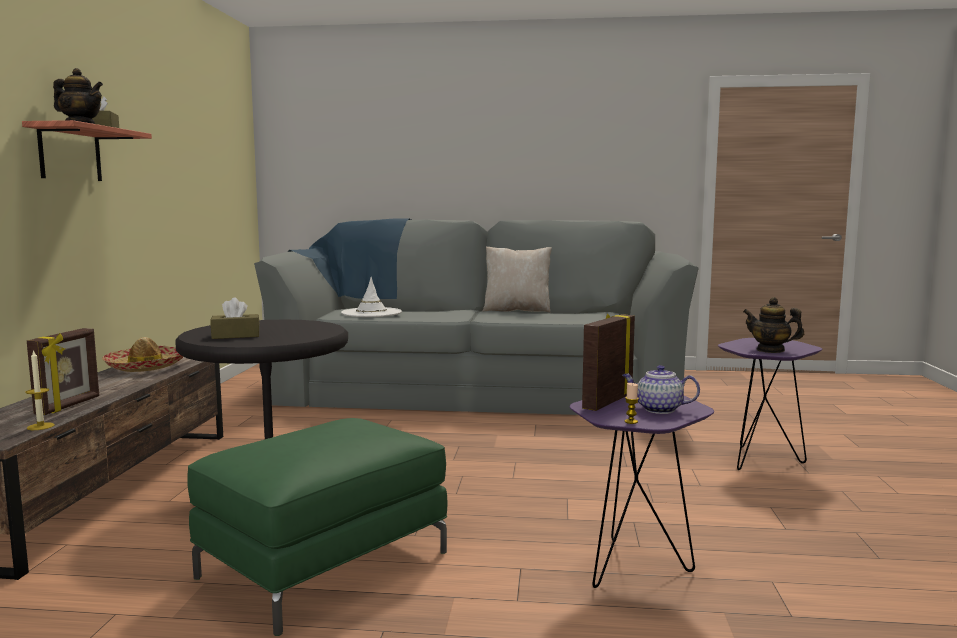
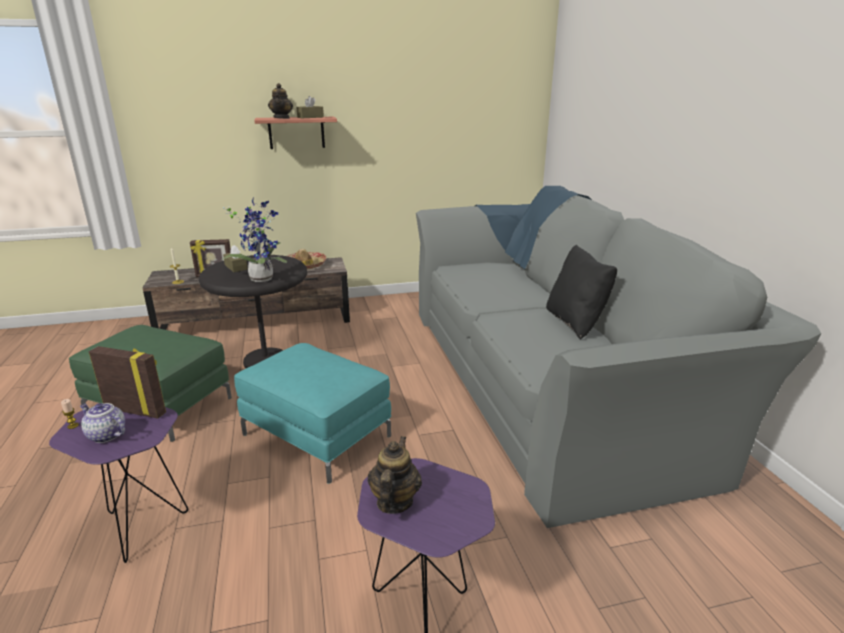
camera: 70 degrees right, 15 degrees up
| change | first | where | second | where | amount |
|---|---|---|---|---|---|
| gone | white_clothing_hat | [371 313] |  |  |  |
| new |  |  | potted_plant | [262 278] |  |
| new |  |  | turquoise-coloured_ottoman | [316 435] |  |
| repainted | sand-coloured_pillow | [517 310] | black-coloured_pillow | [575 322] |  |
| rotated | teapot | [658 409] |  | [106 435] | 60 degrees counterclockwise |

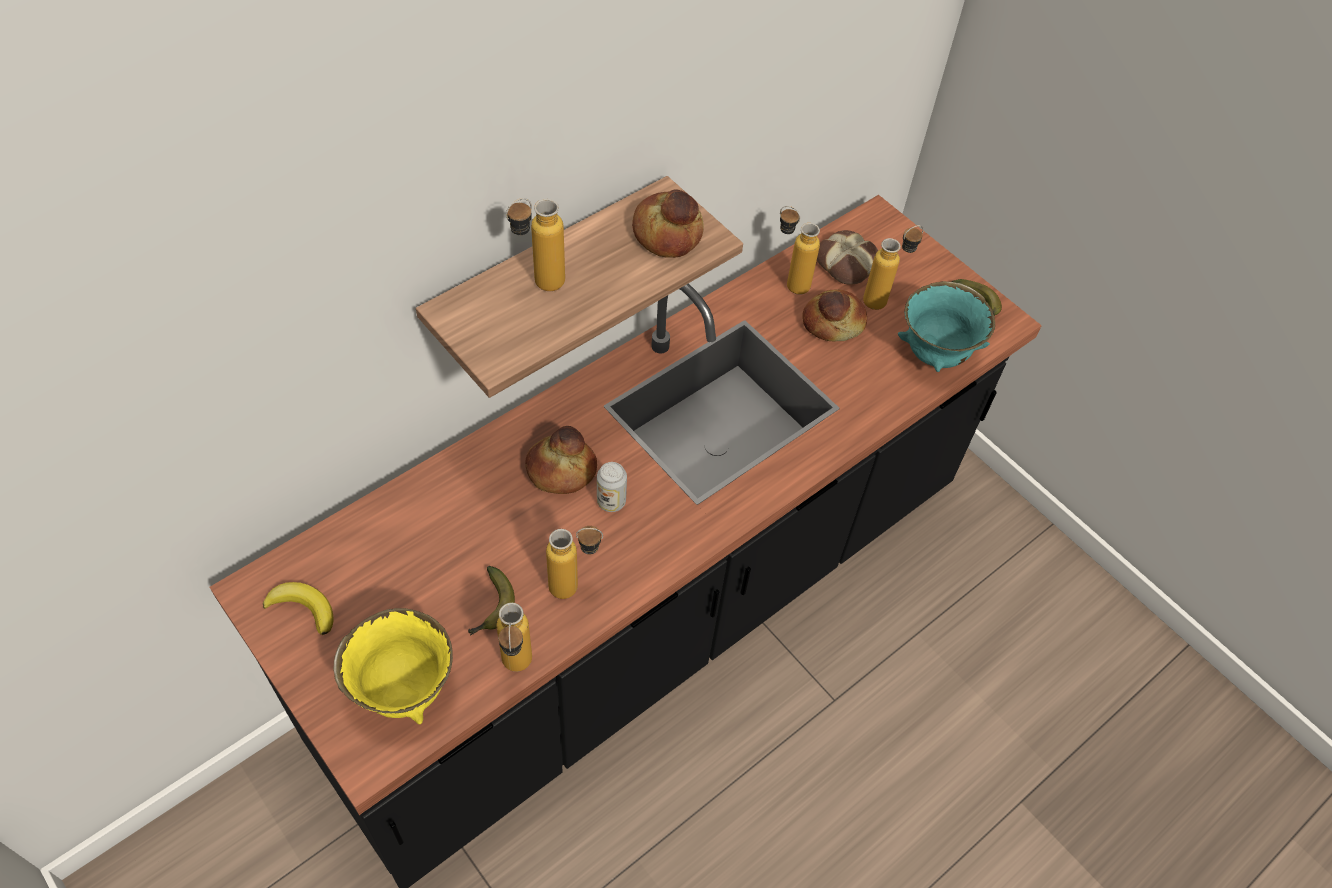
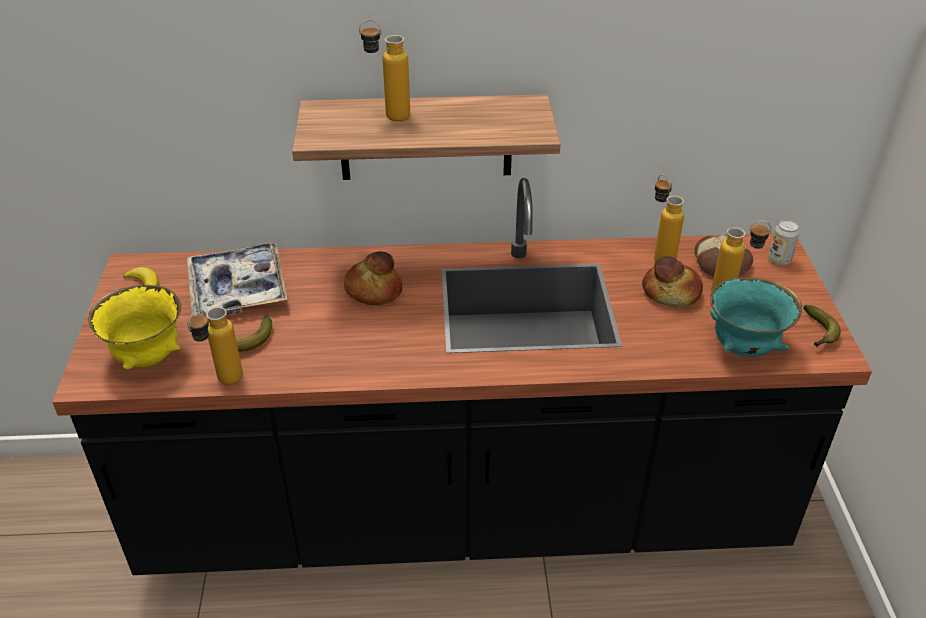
camera: 40 degrees right, 15 degrees down
| change | first | where | second | where | amount |
|---|---|---|---|---|---|
| gone | beverage_bottle | [575 587] |  |  |  |
| gone | bakery_bread | [668 233] |  |  |  |
| new |  |  | serving_tray | [238 288] |  |
| shifted | sealed_can | [611 501] |  | [779 260] |  |

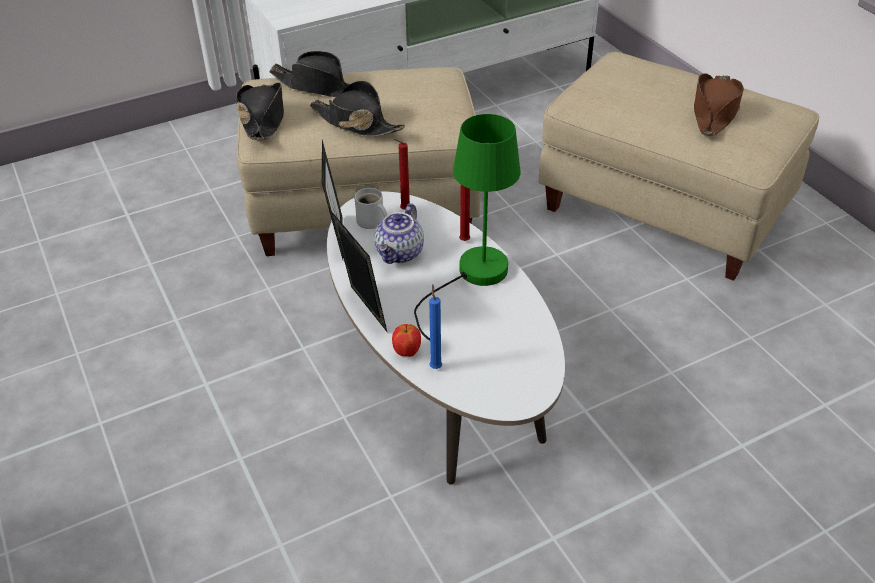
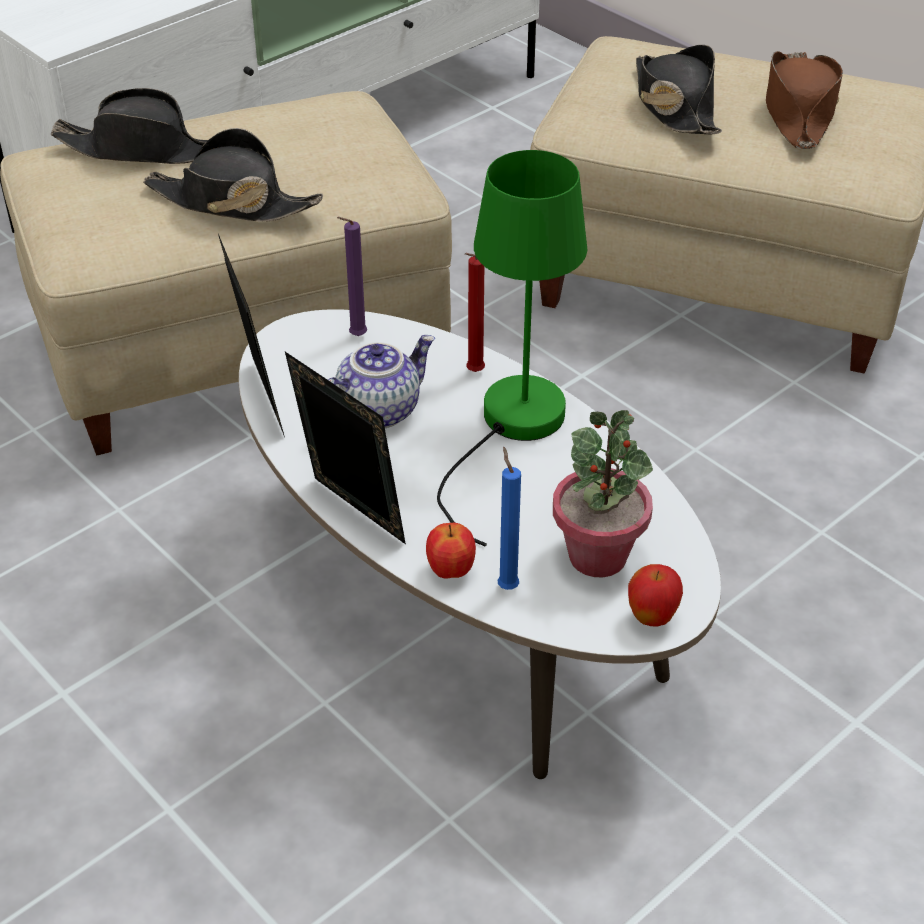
camera: 15 degrees left, 0 degrees up
| change | first | where | second | where | amount |
|---|---|---|---|---|---|
| gone | white_coffee_mug | [371 222] |  |  |  |
| new |  |  | potted_plant | [598 556] |  |
| new |  |  | apple_fruit | [651 618] |  |
| shifted | black-coloured_clothing_hat | [263 118] |  | [674 106] |  |
| repainted | red_wax_light | [403 210] | purplish_wax_light | [355 337] |  |
| rotated | teapot | [400 253] |  | [378 409] | 135 degrees counterclockwise |

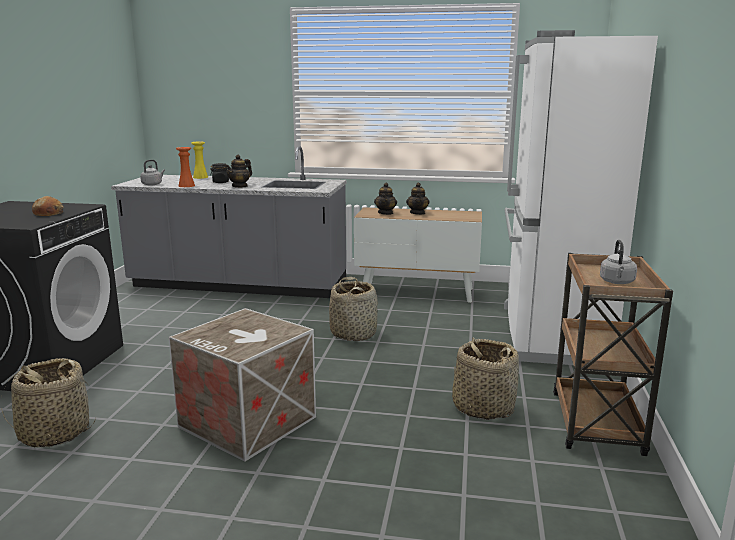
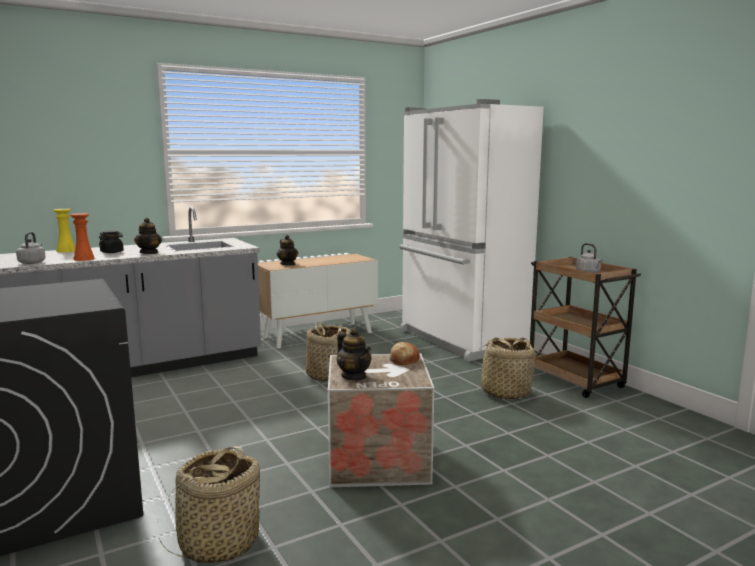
camera: 40 degrees left, 5 degrees down
| change | first | where | second | where | amount |
|---|---|---|---|---|---|
| shifted | bakery_bread | [49 213] |  | [404 360] |  |
| shifted | teapot | [417 213] |  | [354 376] |  |

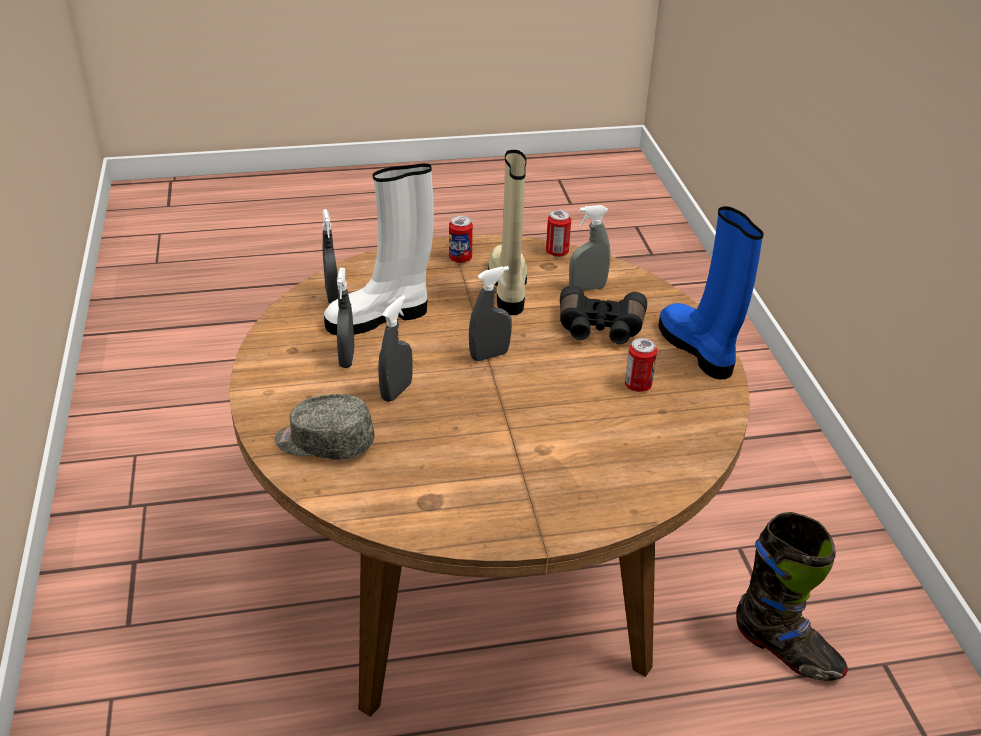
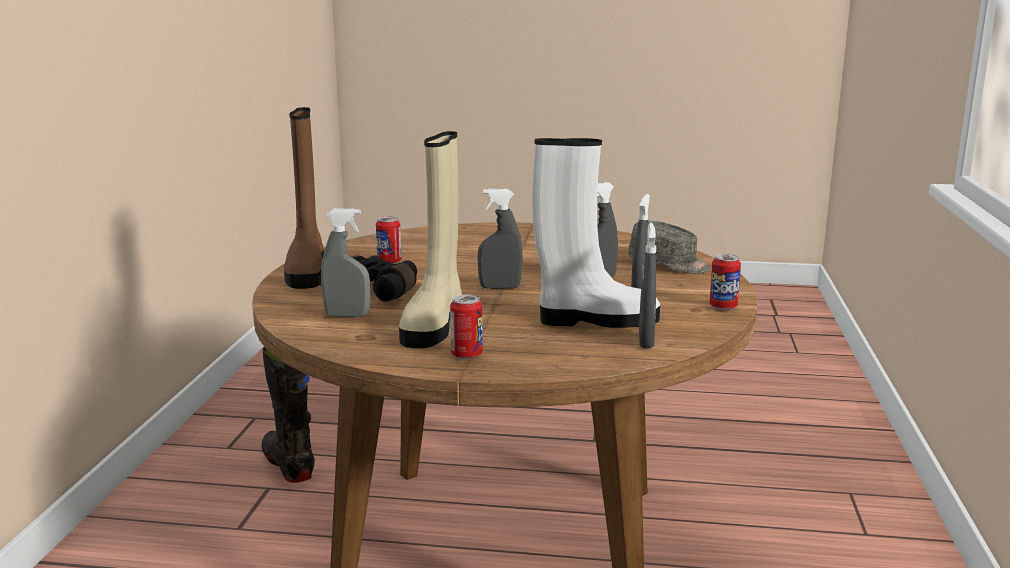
camera: 160 degrees left, 20 degrees down
| change | first | where | second | where | amount |
|---|---|---|---|---|---|
| shifted | sealed_can | [557 252] |  | [723 307] |  |
| repainted | blue-coloured_high-top_boot | [698 350] | brownish_high-top_boot | [307 271] |  |

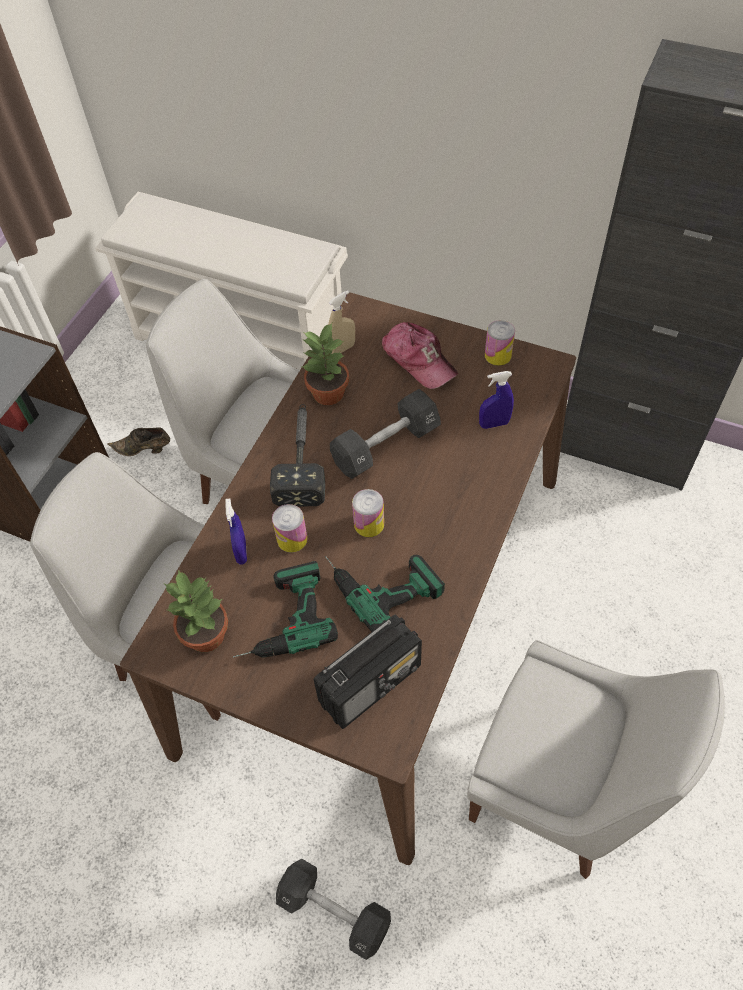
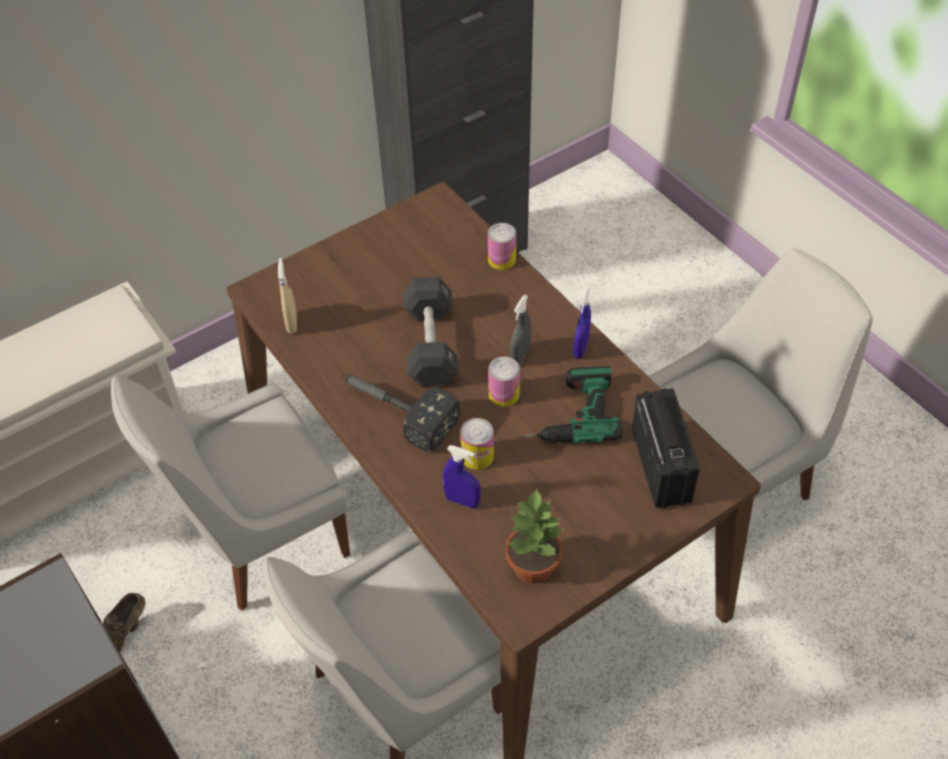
camera: 60 degrees left, 5 degrees down
| change | first | where | second | where | amount |
|---|---|---|---|---|---|
| gone | electric_drill | [279 618] |  |  |  |
| gone | black-coloured_dumbbell | [334 911] |  |  |  |
| gone | potted_plant | [327 393] |  |  |  |
| gone | peaked_cap | [418 360] |  |  |  |
| new |  |  | greyish_spray_bottle | [520 355] |  |
| shifted | blue-coloured_spray_bottle | [494 424] |  | [580 348] |  |
| shifted | sealed_can | [498 355] |  | [502 259] |  |

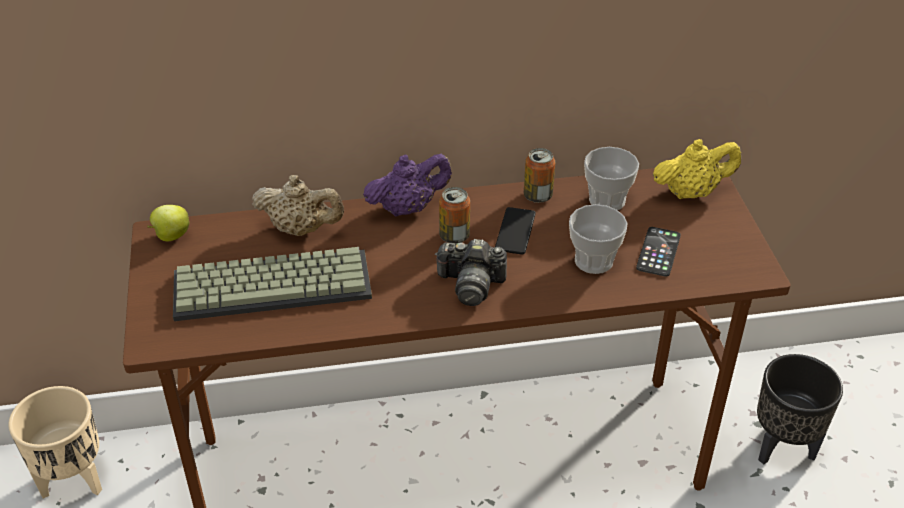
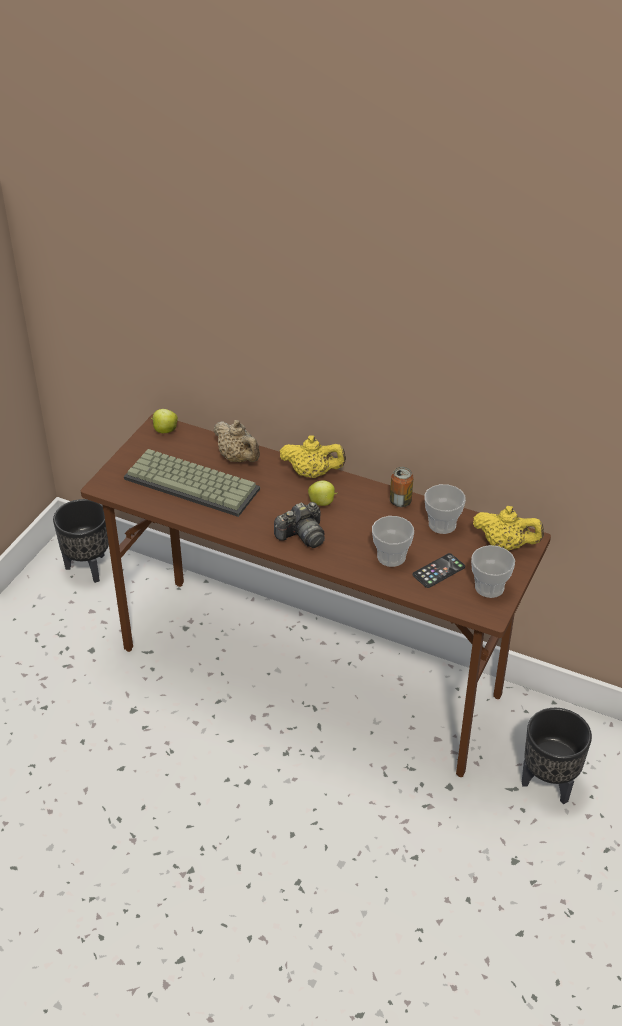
camera: 35 degrees right, 0 degrees up
| change | first | where | second | where | amount |
|---|---|---|---|---|---|
| gone | handset | [515 231] |  |  |  |
| new |  |  | small_cup | [489 587] |  |
| swapped | sealed_can | [454 236] | apple_fruit | [322 503] |  |
| repainted | sand-coloured_plant_pot | [74 480] | black-coloured_plant_pot | [89 567] |  |
| repainted | purplish_teapot | [408 208] | yellow-coloured_teapot | [312 473] |  |
| rotated | photo_camera | [471 284] |  | [302 536] | 75 degrees counterclockwise |

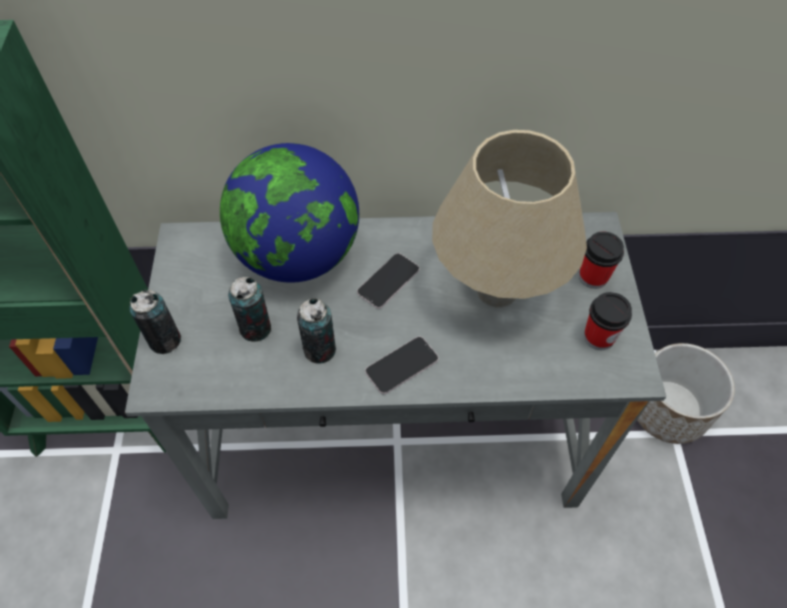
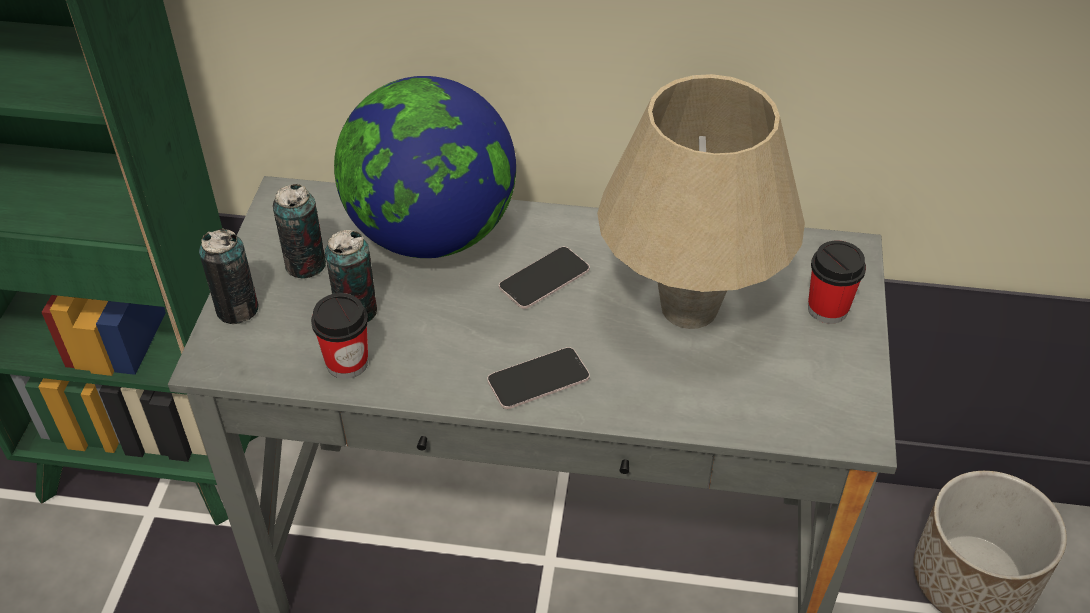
camera: 10 degrees right, 10 degrees down
| change | first | where | second | where | amount |
|---|---|---|---|---|---|
| shifted | sealed_can | [319 350] |  | [305 265] |  |
| shifted | small_cup | [599 337] |  | [347 363] |  |

